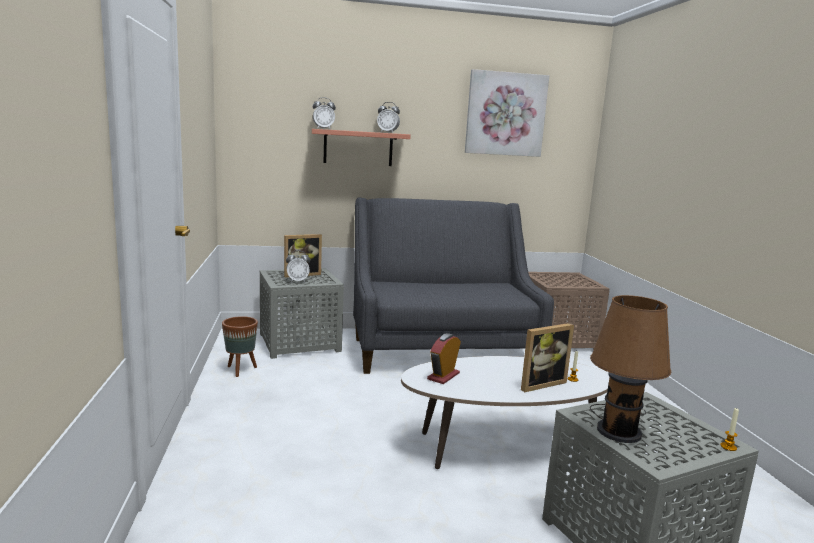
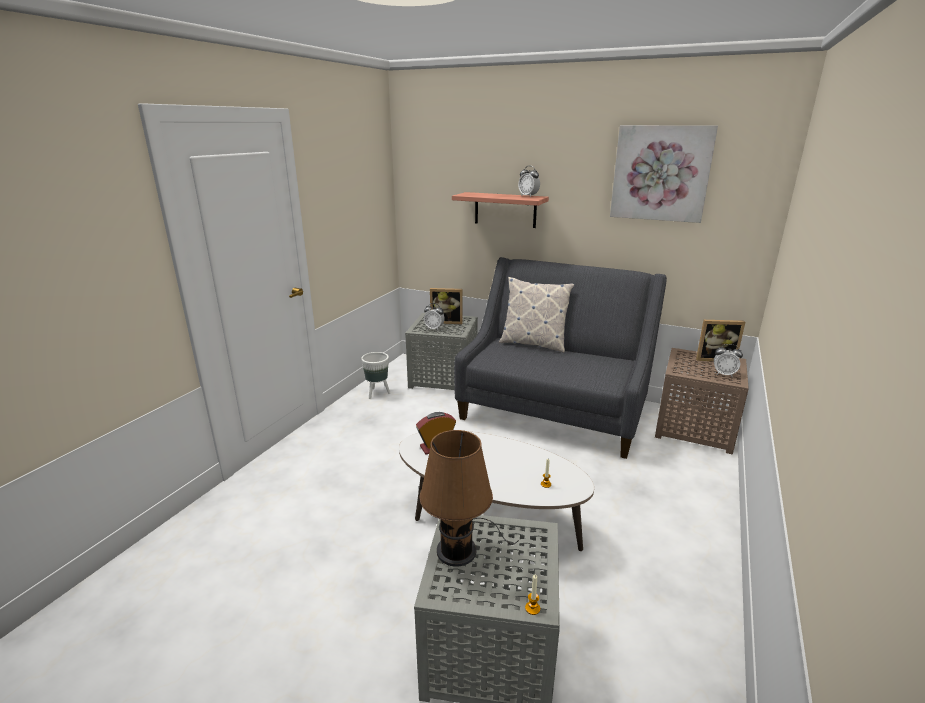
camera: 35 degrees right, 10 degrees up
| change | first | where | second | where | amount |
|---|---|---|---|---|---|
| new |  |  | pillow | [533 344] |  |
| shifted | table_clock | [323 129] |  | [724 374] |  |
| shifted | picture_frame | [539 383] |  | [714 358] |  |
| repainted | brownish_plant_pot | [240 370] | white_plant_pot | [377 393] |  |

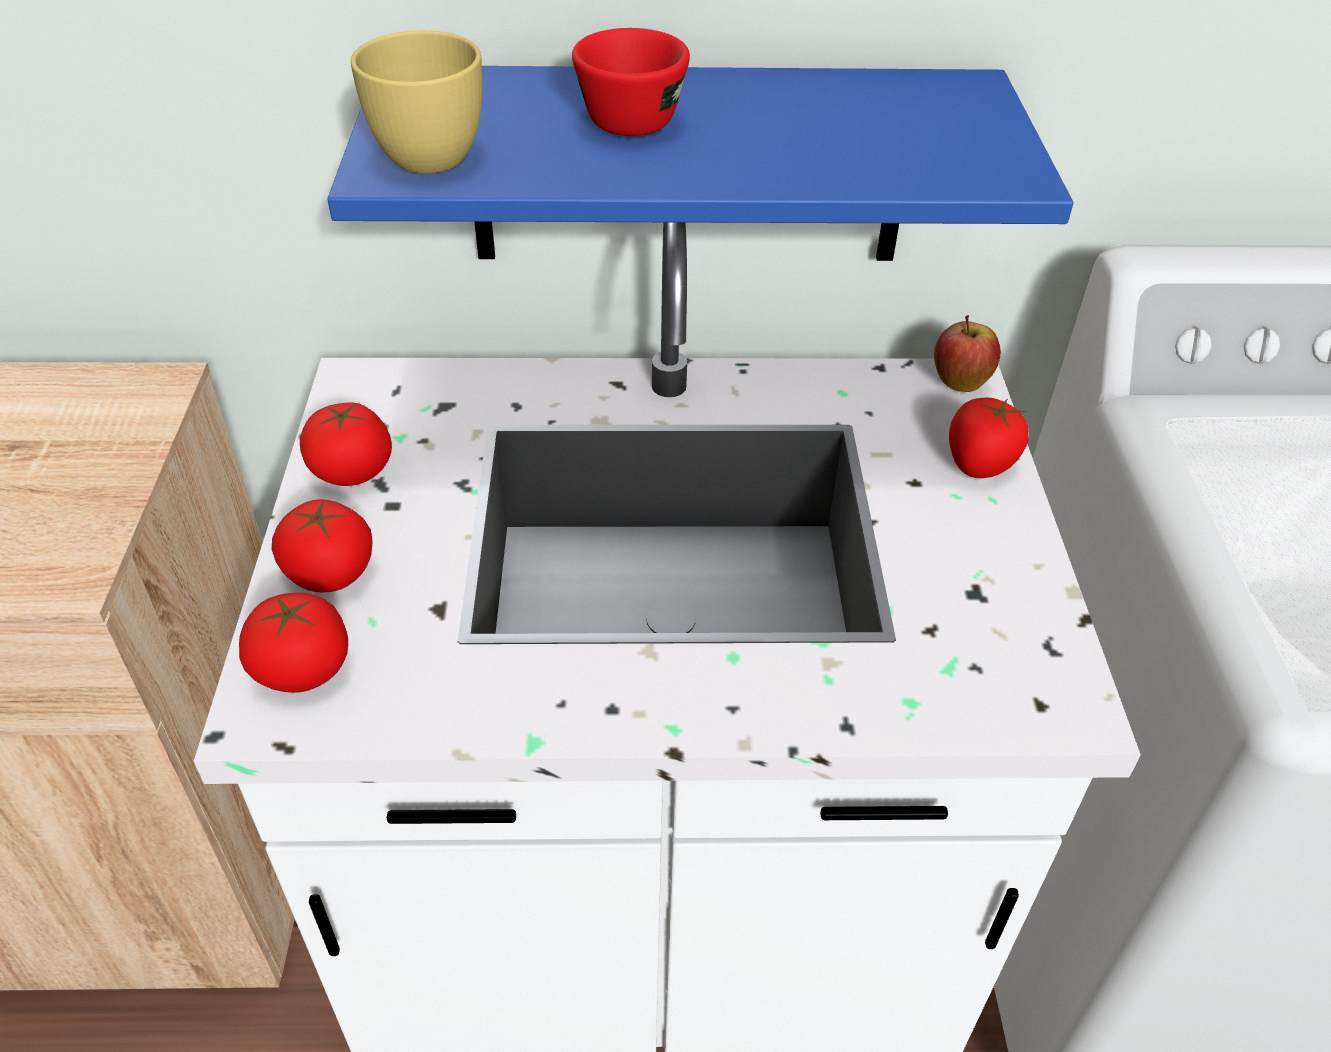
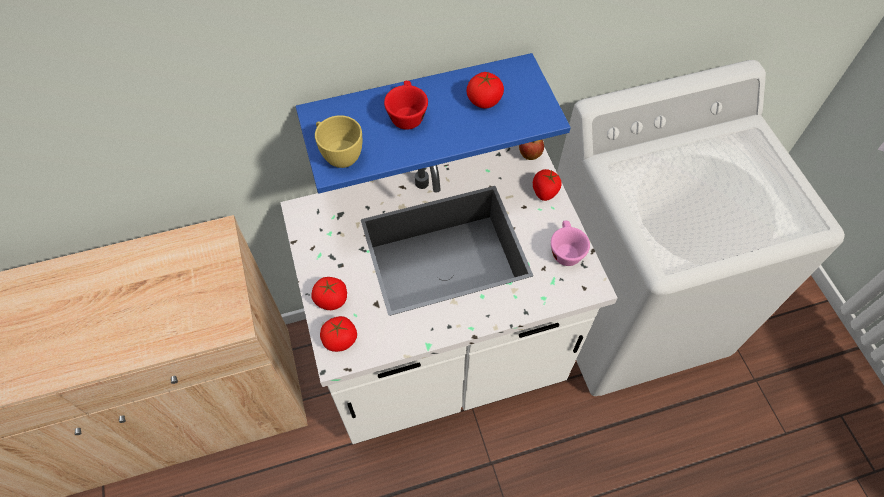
camera: 15 degrees left, 15 degrees up
| change | first | where | second | where | amount |
|---|---|---|---|---|---|
| new |  |  | pinkish_small_cup | [565 250] |  |
| shifted | whole_tomato | [352 471] |  | [484 101] |  |

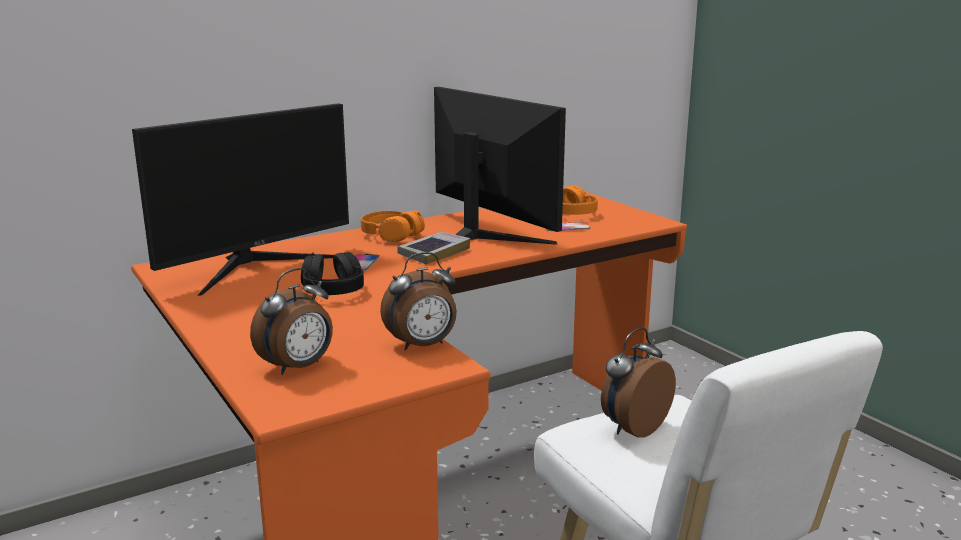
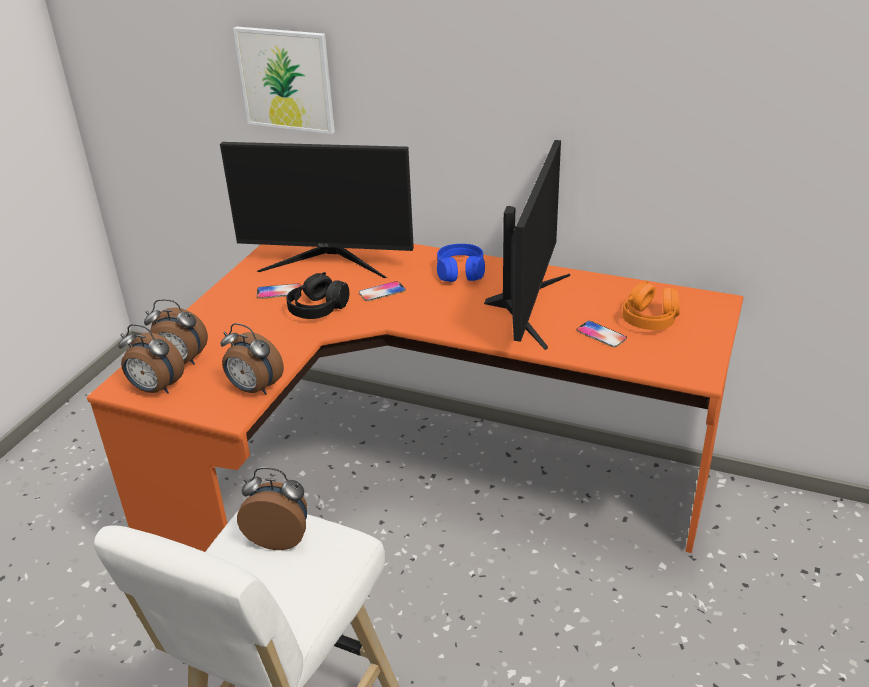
camera: 55 degrees right, 15 degrees up
| change | first | where | second | where | amount |
|---|---|---|---|---|---|
| gone | volume | [434 253] |  |  |  |
| new |  |  | table_clock | [156 389] |  |
| new |  |  | wall_picture | [286 79] |  |
| new |  |  | handset | [279 292] |  |
| repainted | orangey_pair_of_headphones | [391 236] | blue-coloured_pair_of_headphones | [460 272] |  |

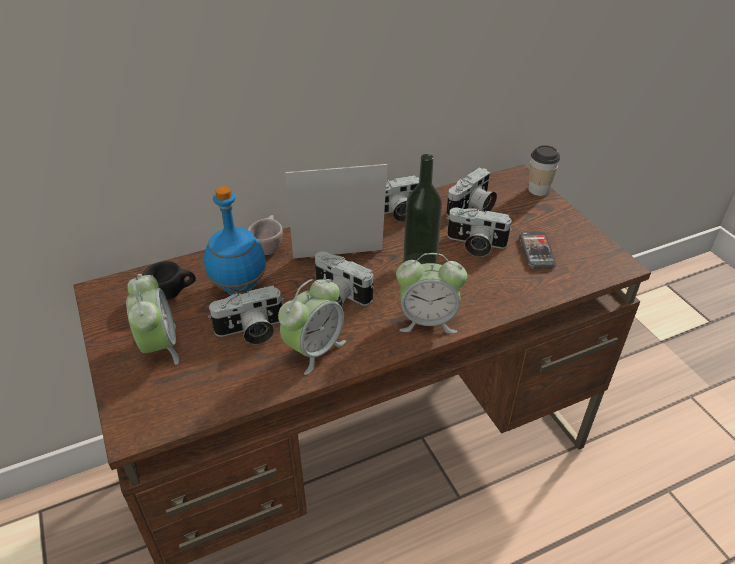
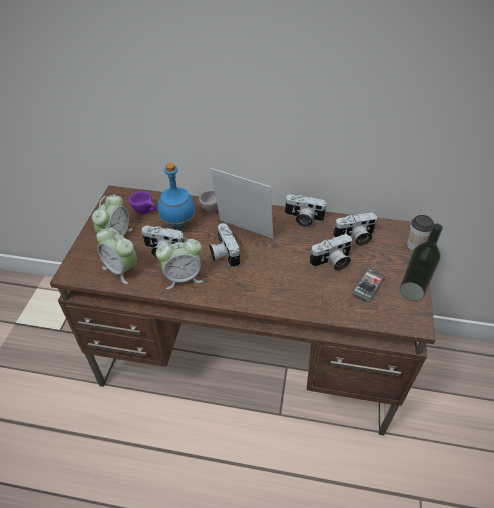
camera: 35 degrees right, 5 degrees up
| change | first | where | second | where | amount |
|---|---|---|---|---|---|
| shifted | table_clock | [427 320] |  | [121 269] |  |
| shifted | beverage_bottle | [420 263] |  | [412 291] |  |
| repainted | black-coloured_small_cup | [173 293] | purplish_small_cup | [146 212] |  |
| rotated | photo_camera | [475 245] |  | [332 262] | 75 degrees counterclockwise |

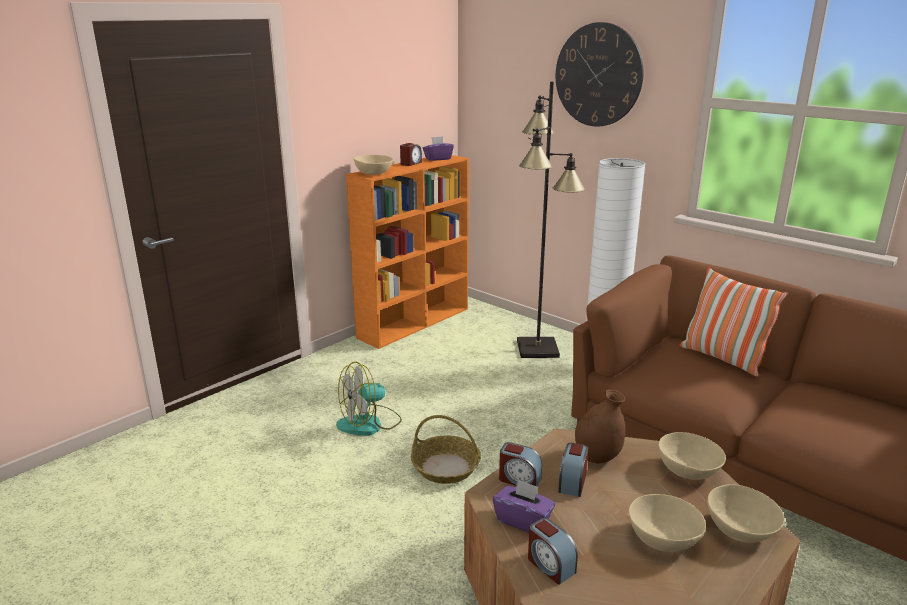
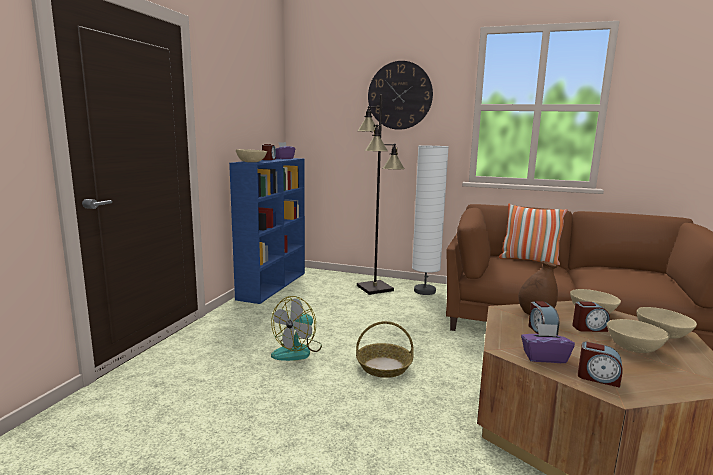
camera: 25 degrees left, 10 degrees down
| change | first | where | second | where | amount |
|---|---|---|---|---|---|
| shifted | table_clock | [519 479] |  | [589 328] |  |
| repainted | orangey_bookshelf | [415 322] | blue-coloured_bookshelf | [273 285] |  |

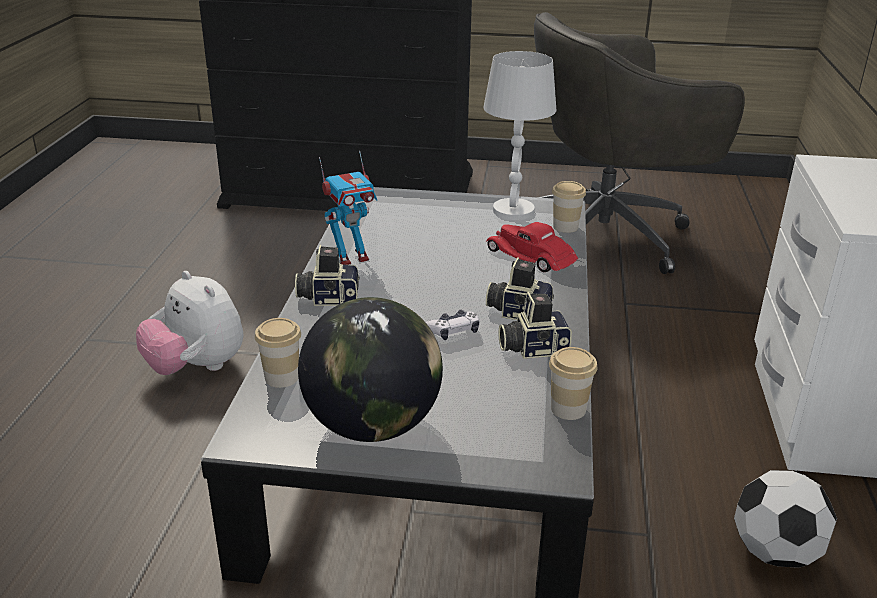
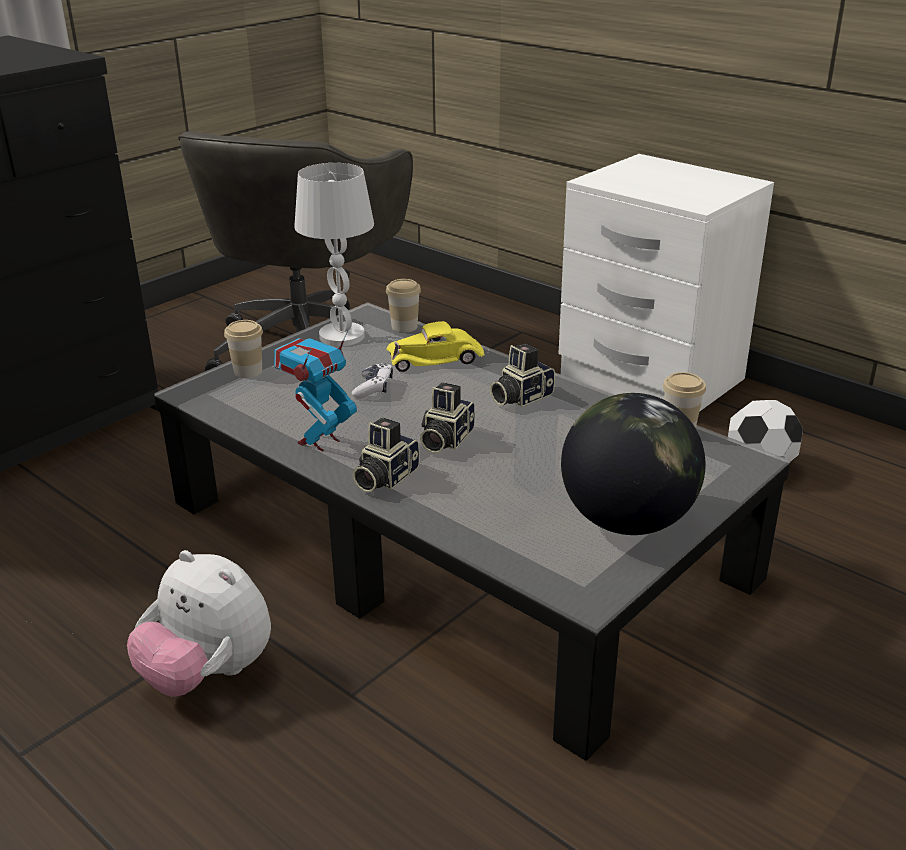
camera: 55 degrees left, 0 degrees up
| change | first | where | second | where | amount |
|---|---|---|---|---|---|
| shifted | small_cup | [281 377] |  | [248 371] |  |
| shifted | gamepad | [452 332] |  | [373 388] |  |
| shifted | photo_camera | [532 348] |  | [444 439] |  |
| repainted | red_miniature_car | [531 256] | yellow-coloured_miniature_car | [436 359] |  |
| rotated | plush_toy | [196 367] |  | [208 674] | 45 degrees clockwise |
| rotated | robot_figure | [351 257] |  | [319 441] | 150 degrees counterclockwise |

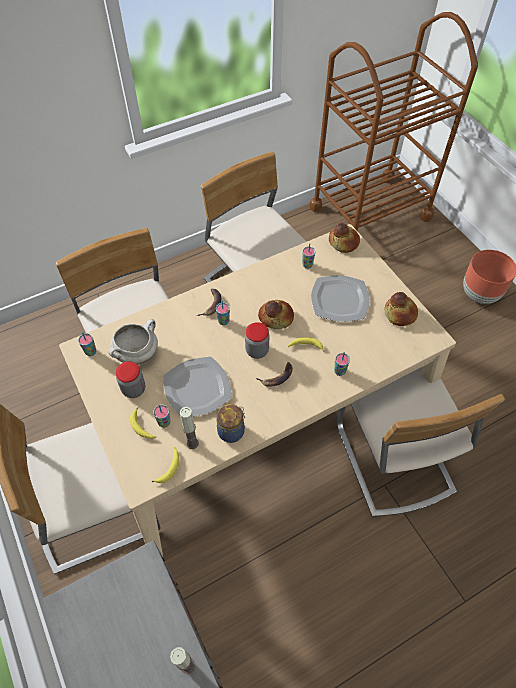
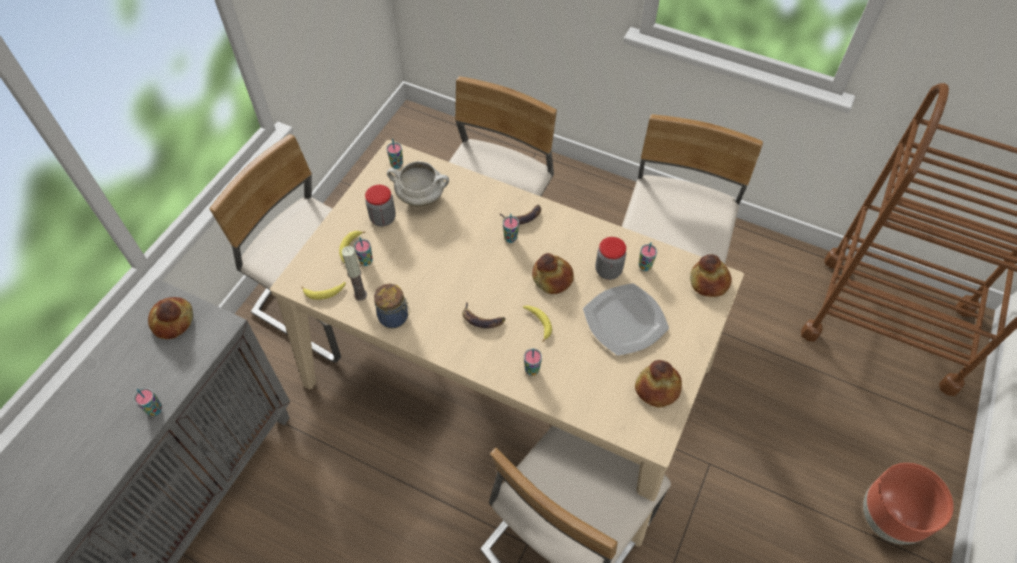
camera: 55 degrees right, 0 degrees up
| change | first | where | second | where | amount |
|---|---|---|---|---|---|
| gone | flat_dish | [197 387] |  |  |  |
| new |  |  | bakery_bread | [172 321] |  |
| shifted | jar | [257 350] |  | [608 270] |  |
| swapped | wax_light | [188 665] | small_cup | [155 409] |  |

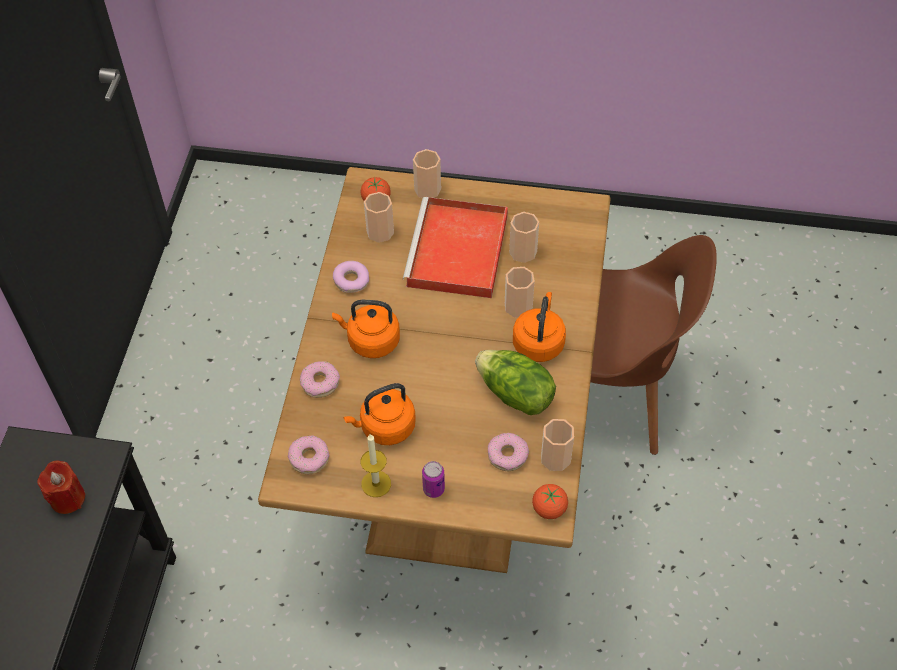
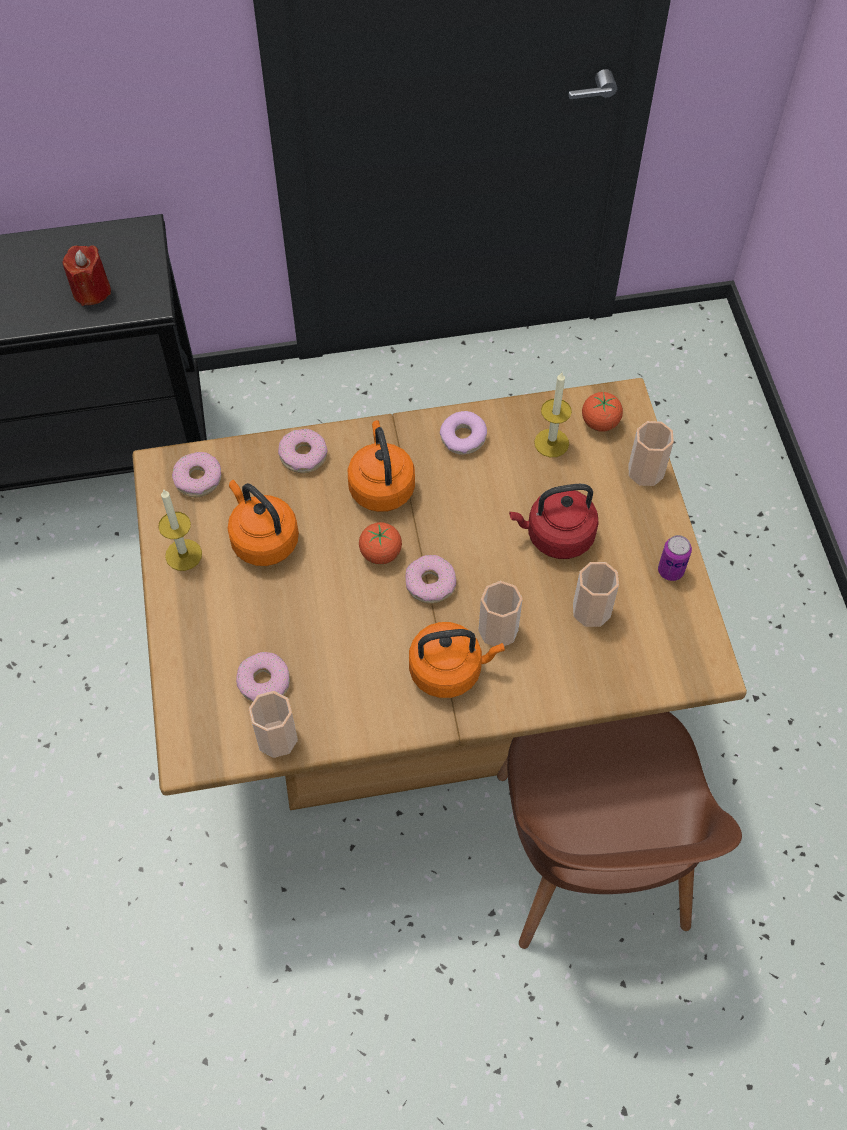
camera: 70 degrees right, 5 degrees up
| change | first | where | second | where | amount |
|---|---|---|---|---|---|
| gone | head_of_lettuce | [515 395] |  |  |  |
| new |  |  | ring_doughnut | [430 583] |  |
| shifted | sealed_can | [433 489] |  | [670 570] |  |
| shifted | whole_tomato | [549 509] |  | [380 553] |  |
| swapped | small_cup | [380 232] | wax_light | [551 443] |  |
| swapped | red_serving_tray | [458 253] | red_kettle | [556 536] |  |

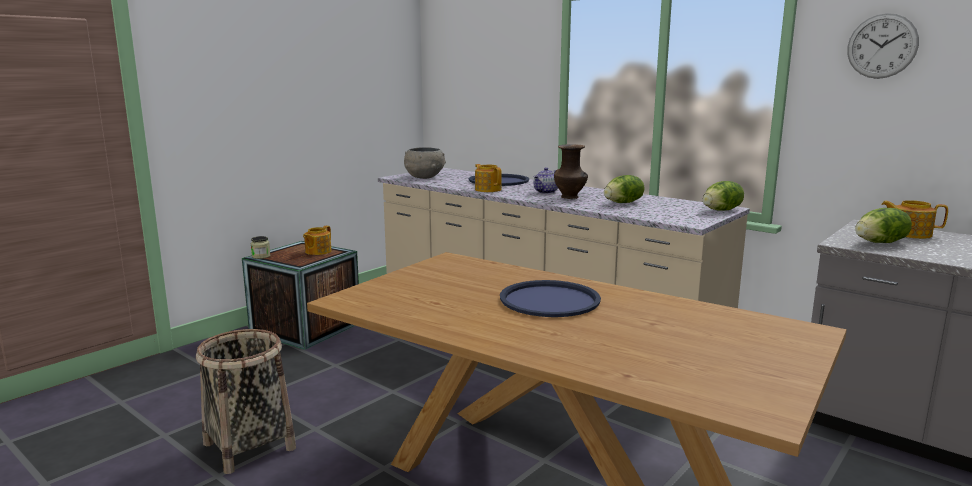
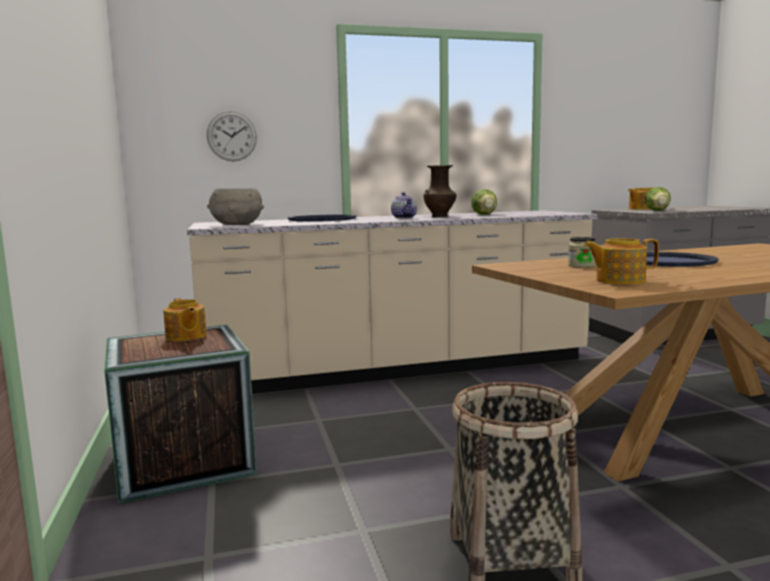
camera: 55 degrees left, 5 degrees down
| change | first | where | second | where | amount |
|---|---|---|---|---|---|
| gone | head_of_lettuce | [722 210] |  |  |  |
| shifted | jar | [261 256] |  | [581 265] |  |
| shifted | teapot | [488 189] |  | [619 281] |  |
| shifted | wall_clock | [882 46] |  | [232 136] |  |

